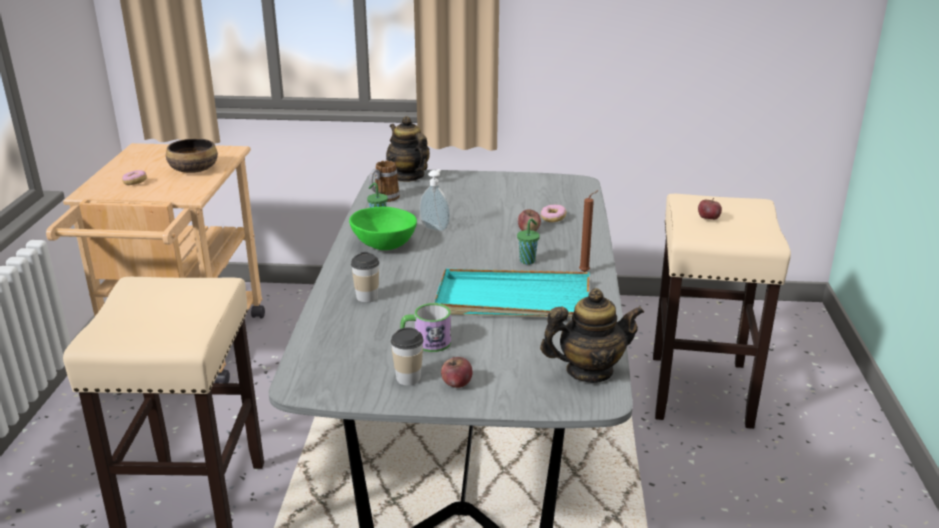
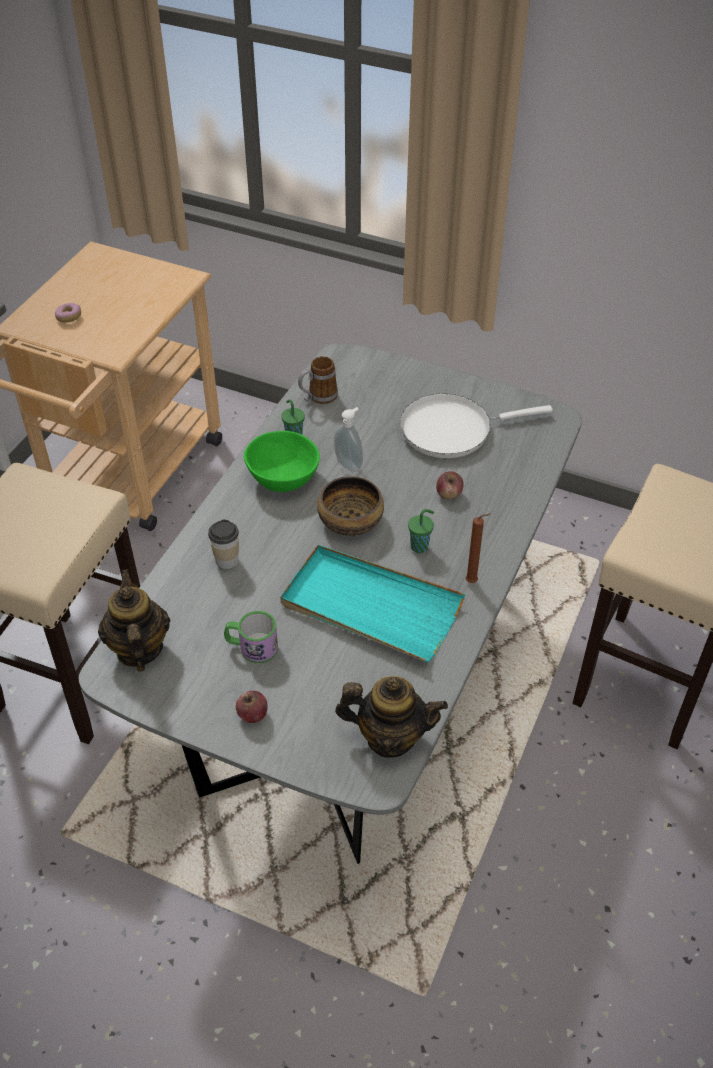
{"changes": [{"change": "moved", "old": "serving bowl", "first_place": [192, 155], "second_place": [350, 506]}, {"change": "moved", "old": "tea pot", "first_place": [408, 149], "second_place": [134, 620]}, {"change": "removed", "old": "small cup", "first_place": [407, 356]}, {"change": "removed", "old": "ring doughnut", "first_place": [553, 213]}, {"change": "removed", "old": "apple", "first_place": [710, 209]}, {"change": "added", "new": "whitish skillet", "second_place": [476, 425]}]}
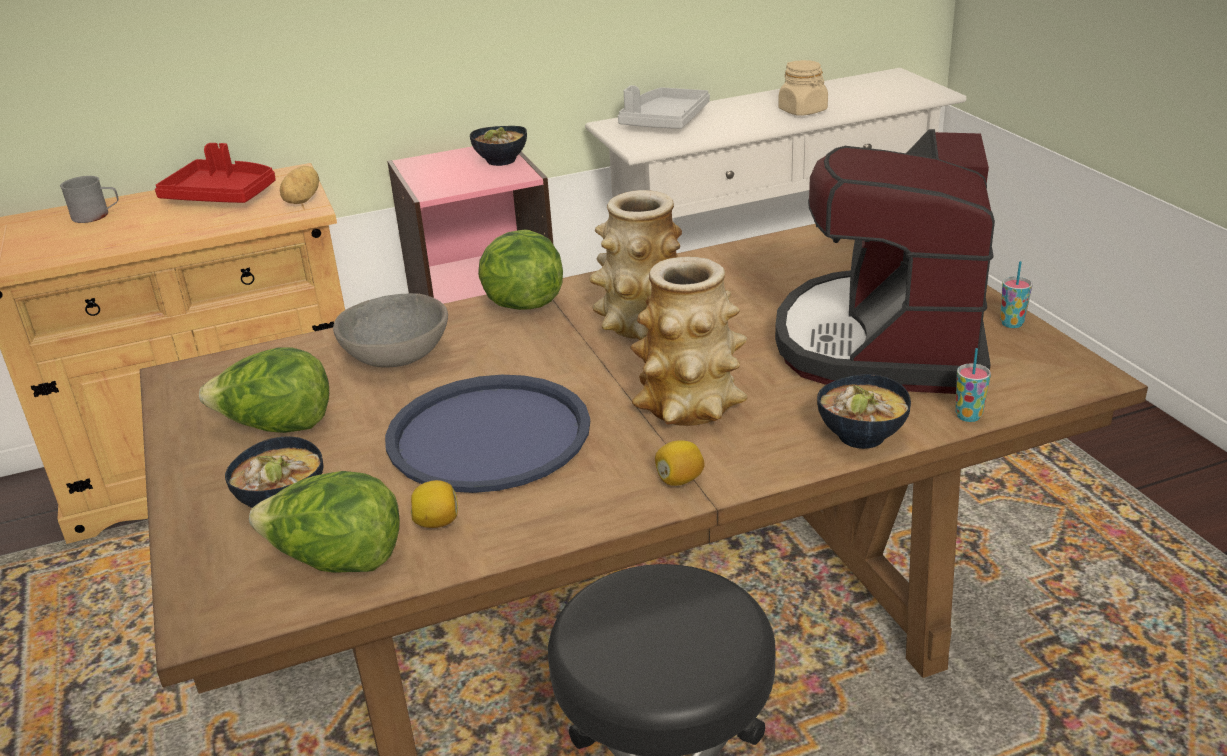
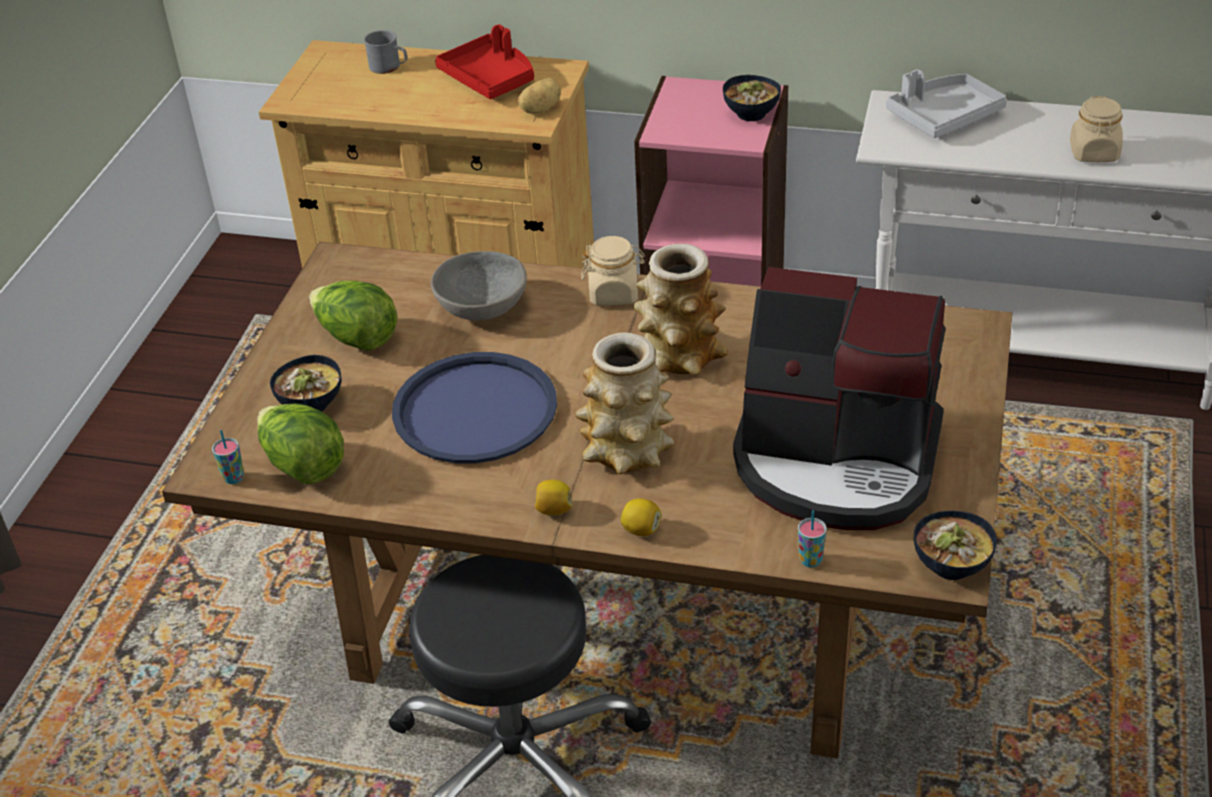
{"changes": [{"change": "moved", "old": "lemon", "first_place": [434, 504], "second_place": [641, 517]}, {"change": "replaced", "old": "lettuce", "new": "beige storage jar", "first_place": [520, 269], "second_place": [613, 270]}, {"change": "turned", "old": "coffee maker", "first_place": [885, 261], "second_place": [839, 398], "degrees": -120}, {"change": "moved", "old": "serving bowl", "first_place": [864, 411], "second_place": [955, 545]}, {"change": "moved", "old": "small cup", "first_place": [1016, 294], "second_place": [228, 457]}]}
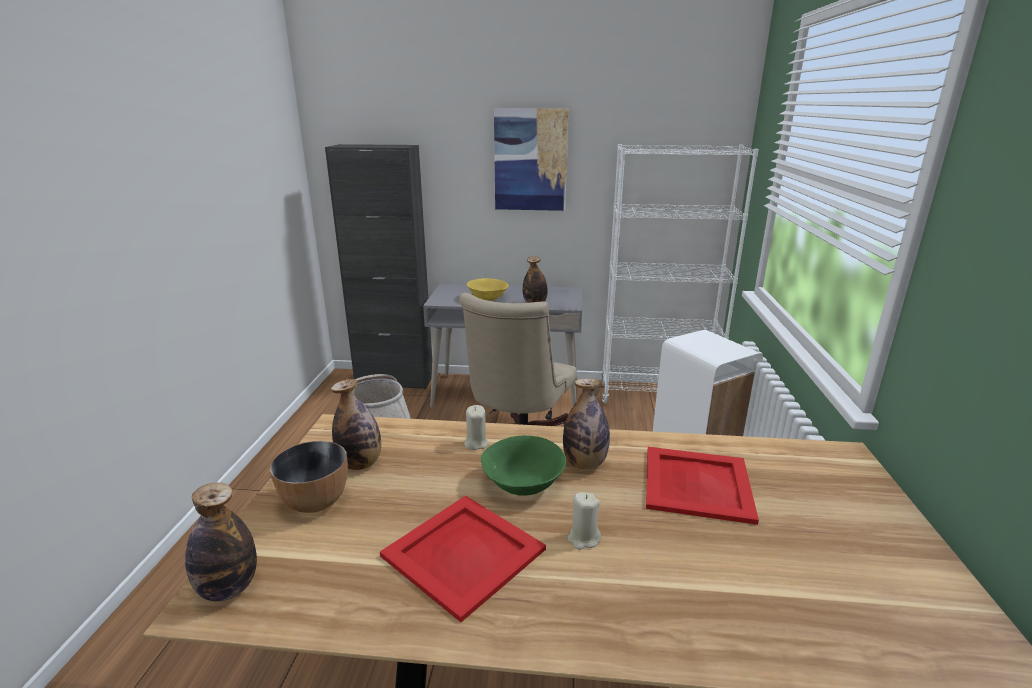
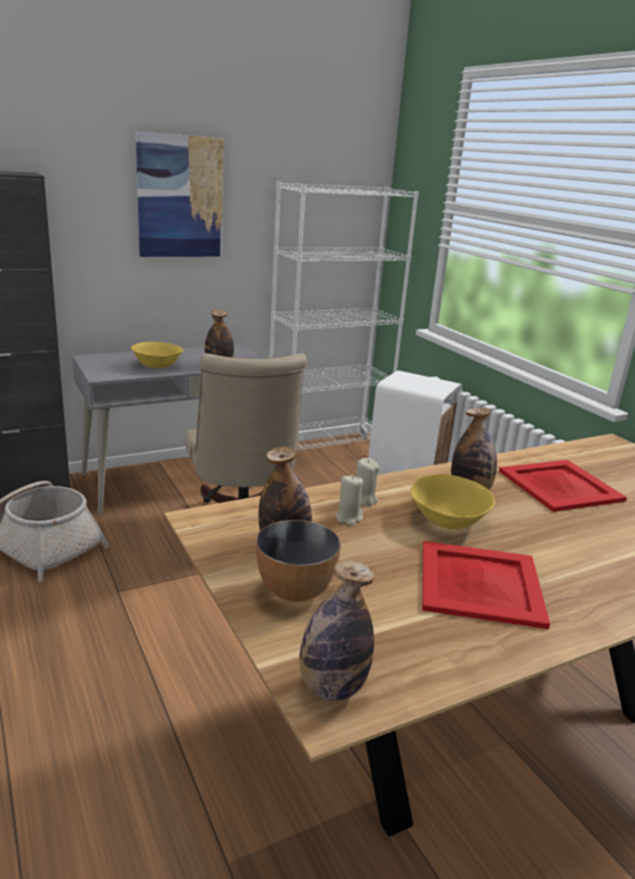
{"changes": [{"change": "recoloured", "old": "green-coloured serving bowl", "new": "yellowish serving bowl", "first_place": [523, 465], "second_place": [452, 501]}, {"change": "moved", "old": "beige wax light", "first_place": [584, 521], "second_place": [349, 500]}]}
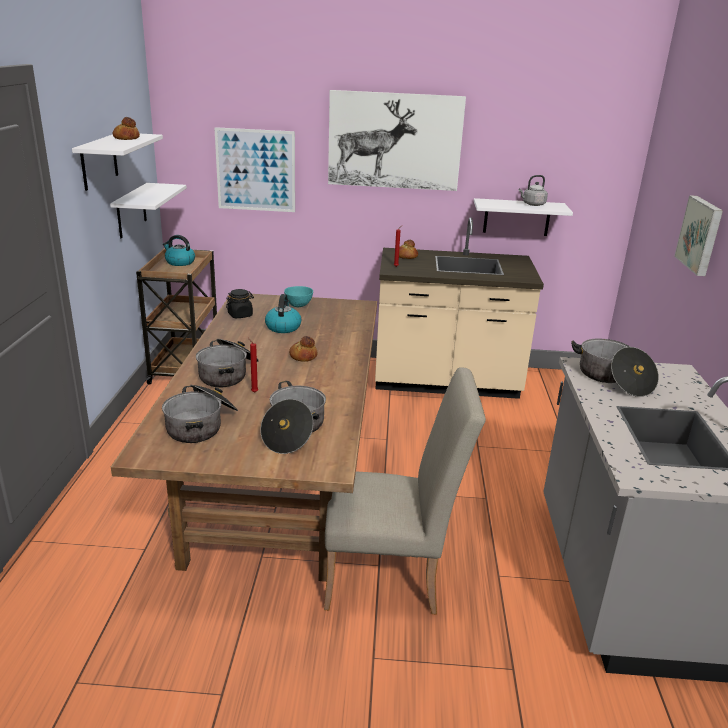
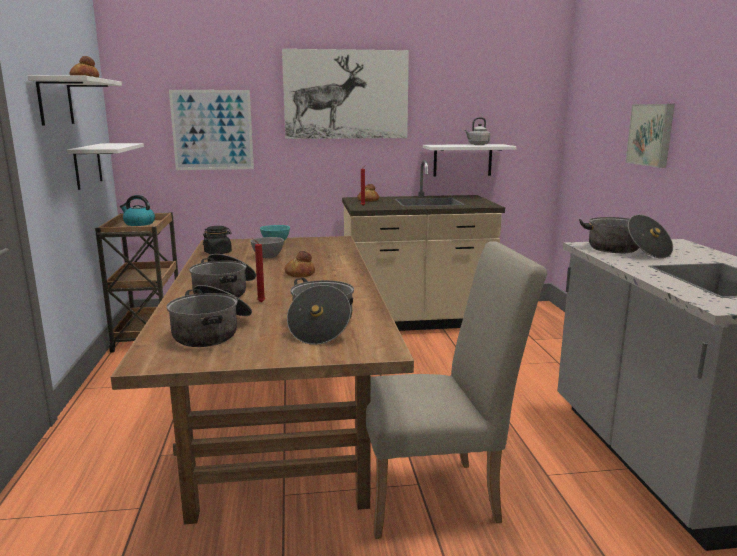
{"changes": [{"change": "replaced", "old": "kettle", "new": "gray serving bowl", "first_place": [283, 313], "second_place": [267, 247]}]}
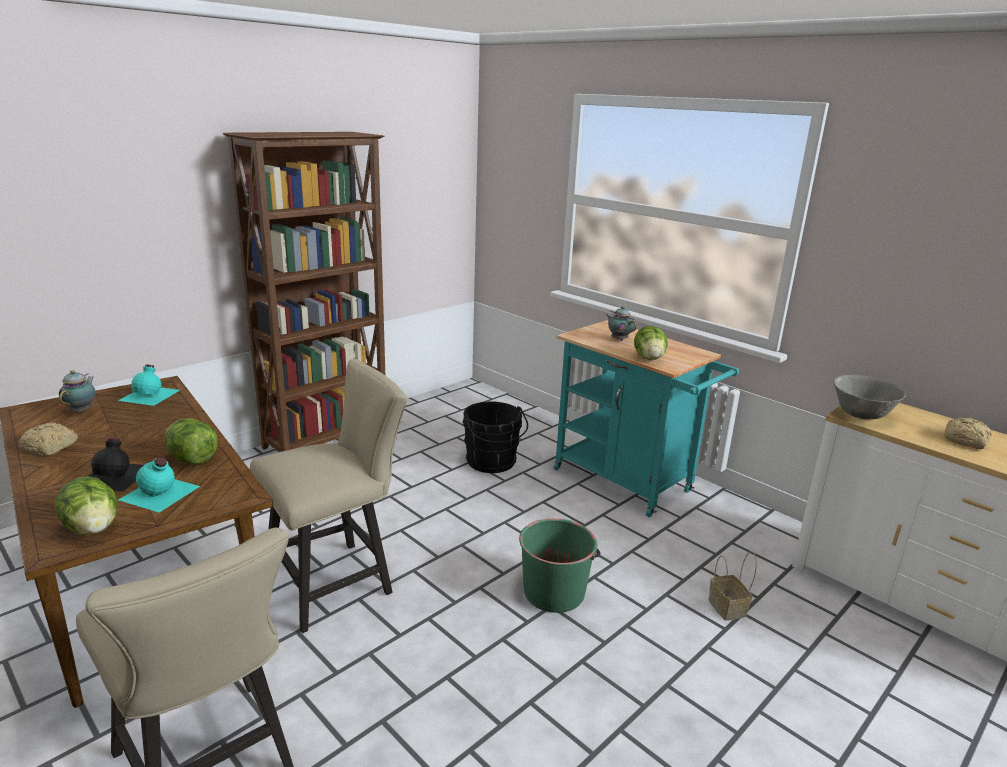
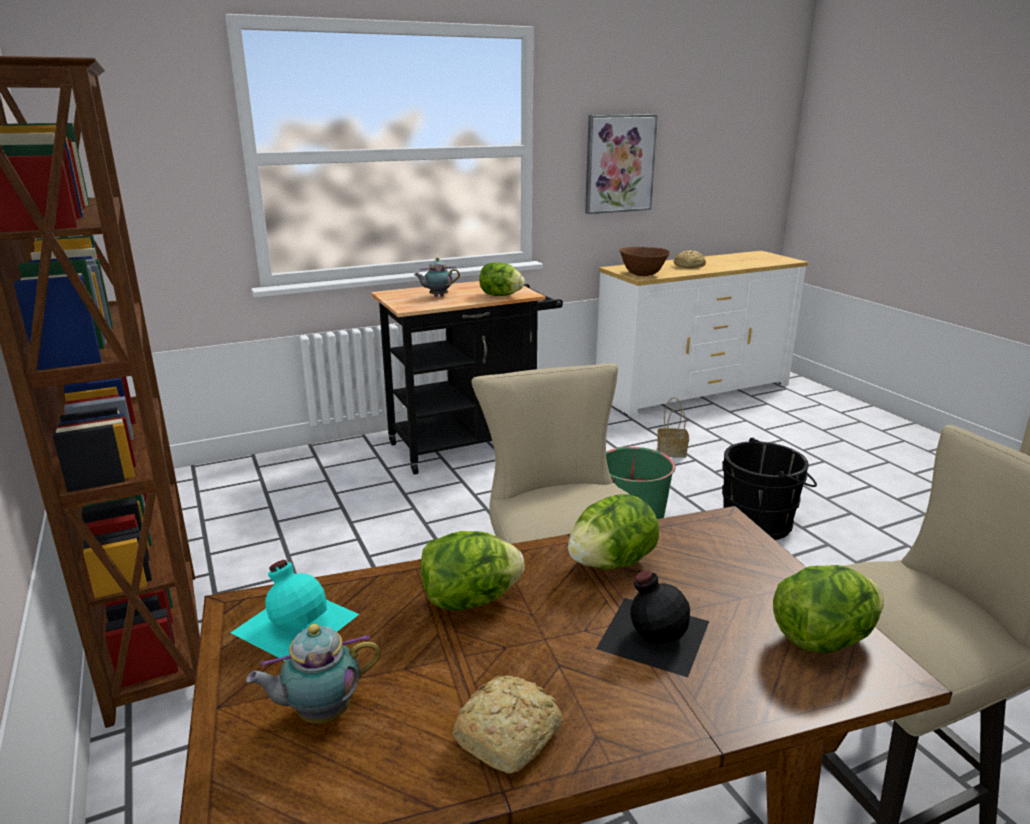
{"changes": [{"change": "turned", "old": "tea pot", "first_place": [77, 391], "second_place": [313, 673], "degrees": -45}, {"change": "removed", "old": "turquoise-coloured beverage bottle", "first_place": [159, 484]}, {"change": "moved", "old": "blackish pail", "first_place": [495, 437], "second_place": [769, 489]}, {"change": "recoloured", "old": "turquoise-coloured cart", "new": "blackish cart", "first_place": [646, 418], "second_place": [467, 378]}, {"change": "recoloured", "old": "gray serving bowl", "new": "brown serving bowl", "first_place": [869, 397], "second_place": [645, 261]}, {"change": "added", "new": "lettuce", "second_place": [472, 570]}, {"change": "added", "new": "picture", "second_place": [621, 164]}]}
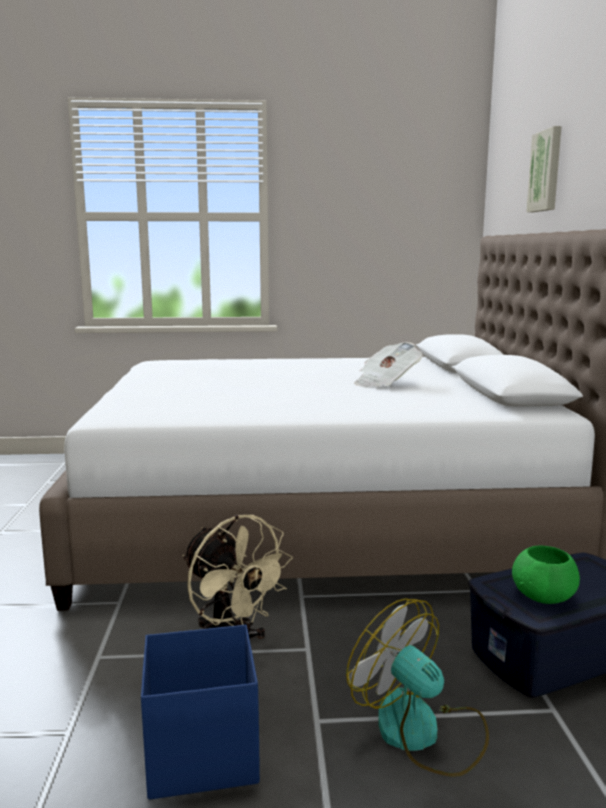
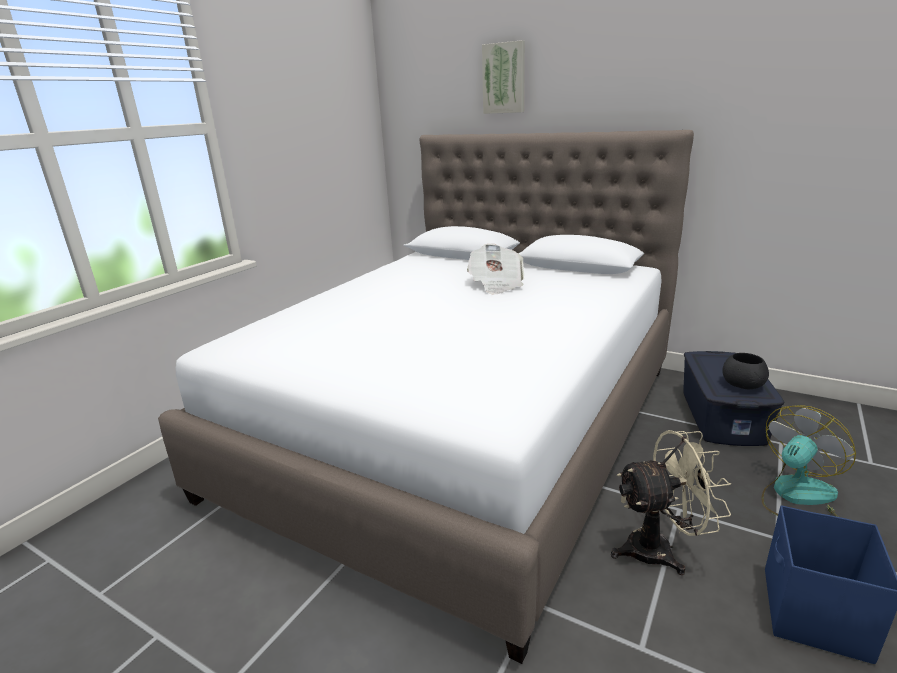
{"changes": [{"change": "turned", "old": "fan", "first_place": [417, 688], "second_place": [808, 461], "degrees": 150}, {"change": "recoloured", "old": "green-coloured serving bowl", "new": "blackish serving bowl", "first_place": [546, 574], "second_place": [745, 371]}]}
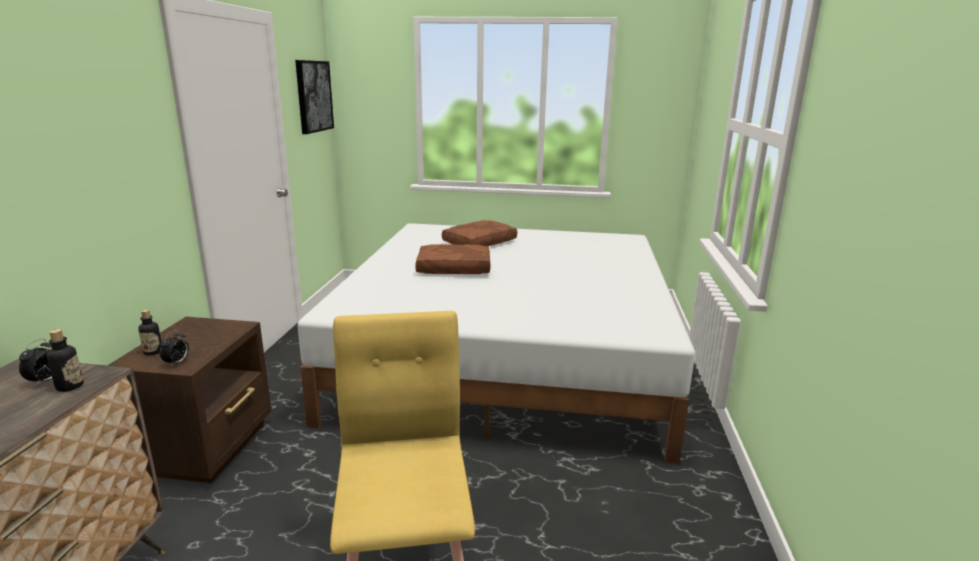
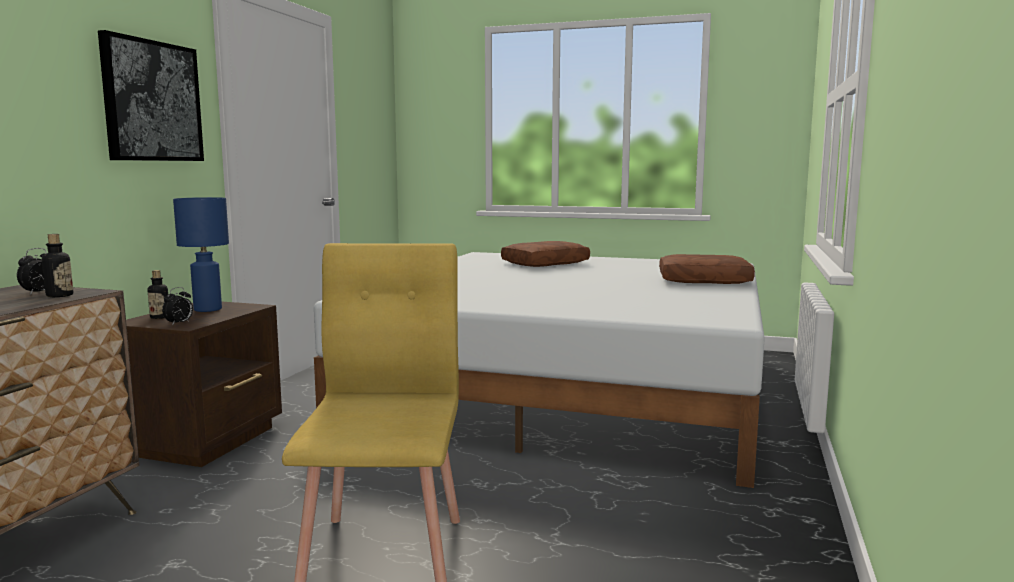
{"changes": [{"change": "moved", "old": "picture", "first_place": [314, 97], "second_place": [151, 95]}, {"change": "moved", "old": "brown cushion", "first_place": [452, 259], "second_place": [707, 269]}, {"change": "added", "new": "blue-coloured tabletop lamp", "second_place": [201, 254]}]}
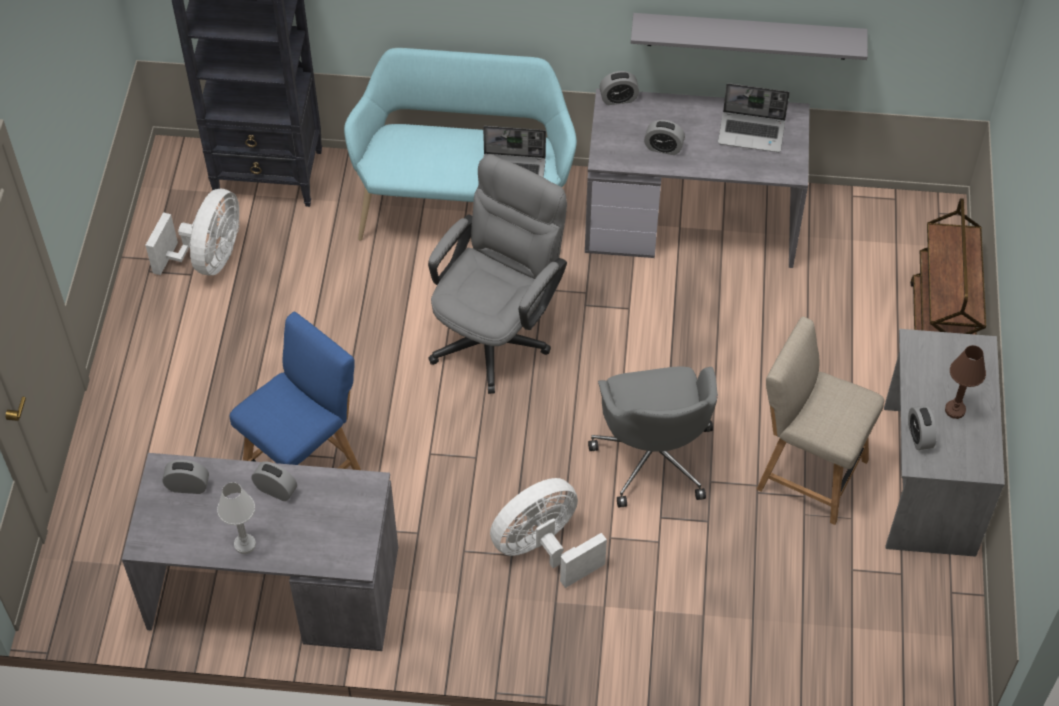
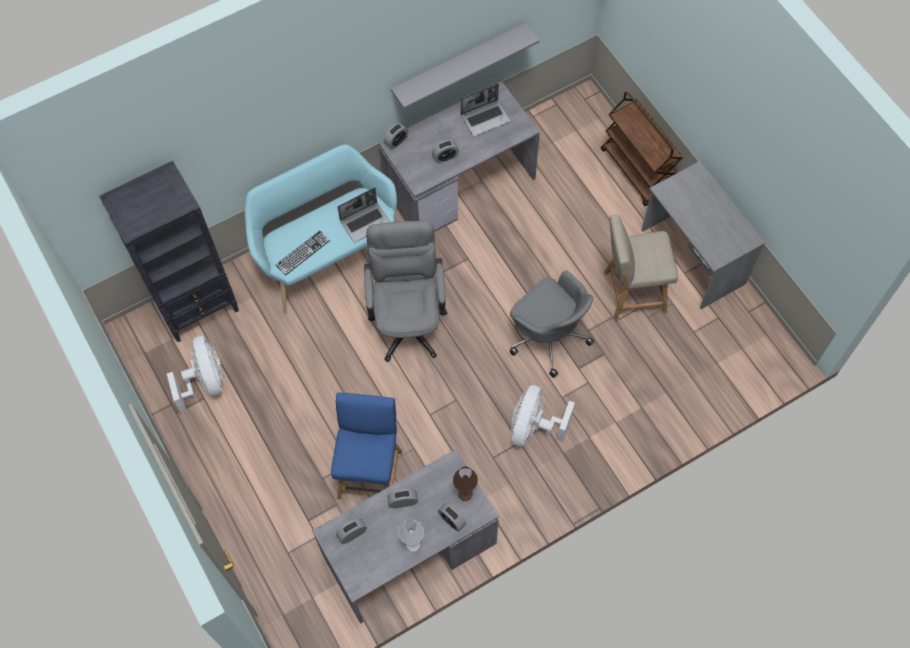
{"changes": [{"change": "moved", "old": "bedside clock", "first_place": [922, 427], "second_place": [452, 517]}, {"change": "moved", "old": "brown tabletop lamp", "first_place": [965, 382], "second_place": [465, 484]}, {"change": "added", "new": "PC keyboard", "second_place": [303, 253]}]}
